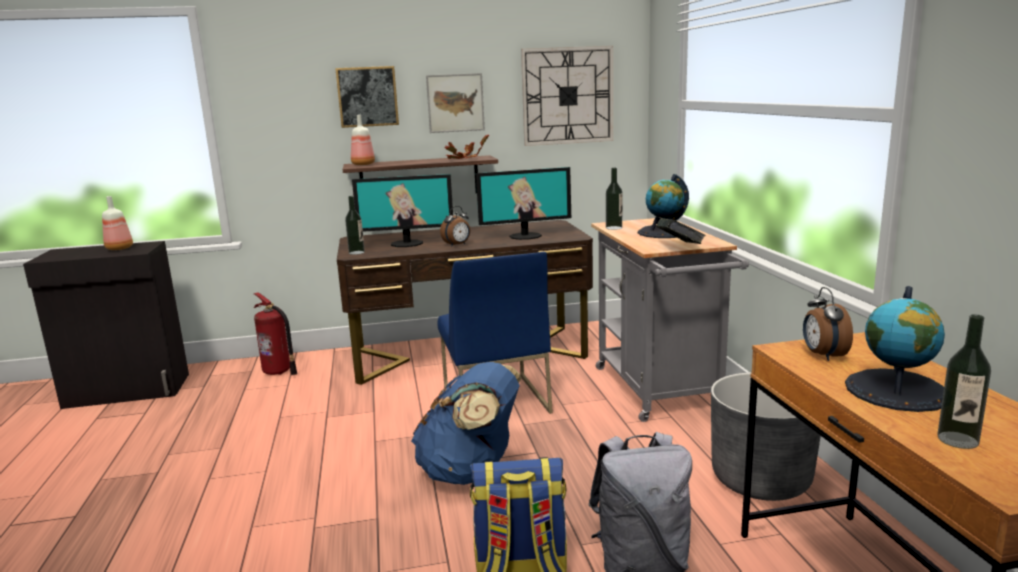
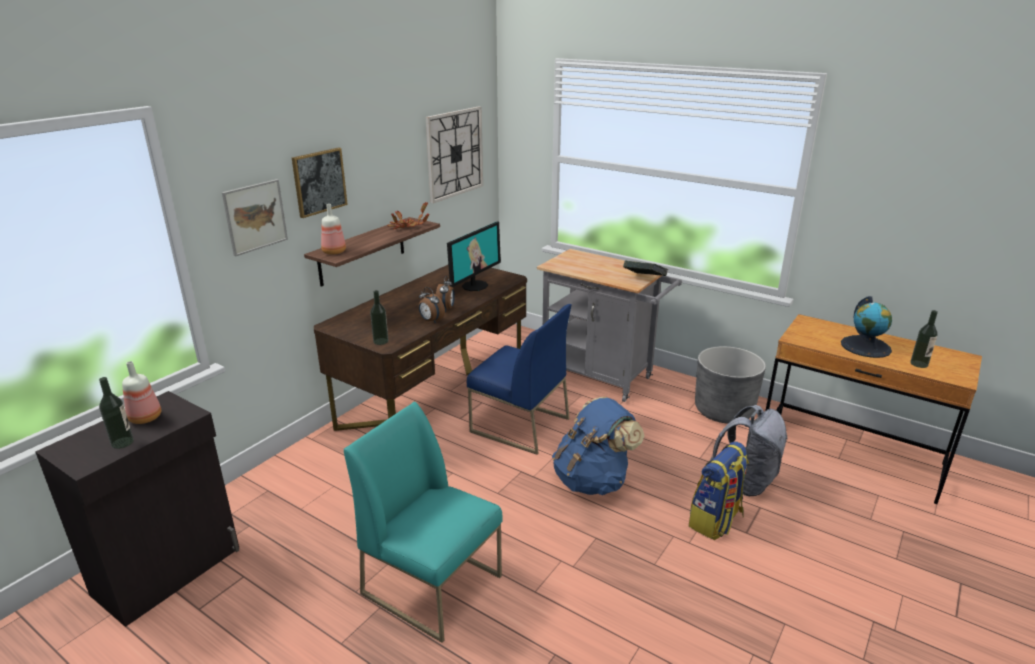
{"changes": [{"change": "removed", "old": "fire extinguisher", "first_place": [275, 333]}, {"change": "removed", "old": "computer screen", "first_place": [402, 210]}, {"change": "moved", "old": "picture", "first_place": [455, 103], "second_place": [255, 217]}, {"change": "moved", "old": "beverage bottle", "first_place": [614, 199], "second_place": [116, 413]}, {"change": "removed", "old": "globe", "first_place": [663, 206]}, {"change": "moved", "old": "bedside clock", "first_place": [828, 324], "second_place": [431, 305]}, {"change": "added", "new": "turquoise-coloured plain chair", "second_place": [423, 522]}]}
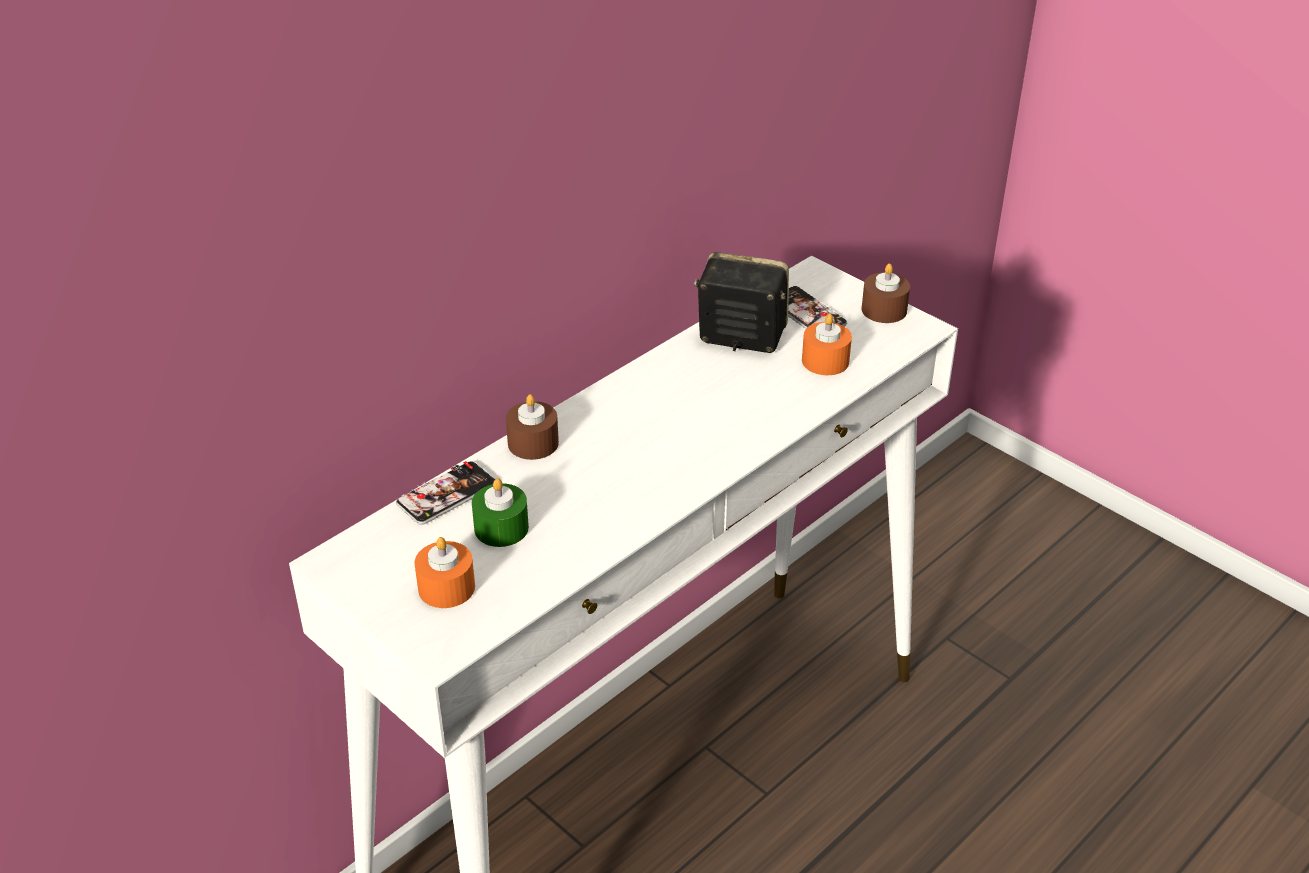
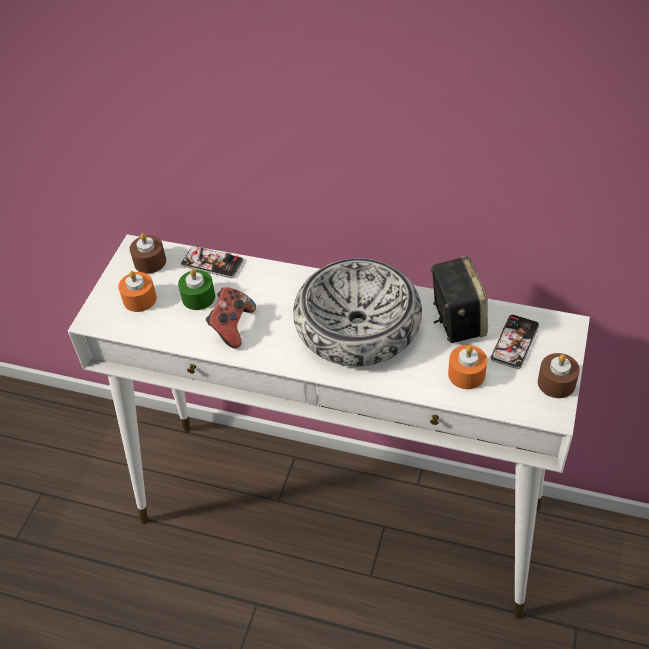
{"changes": [{"change": "moved", "old": "brown wax light", "first_place": [532, 427], "second_place": [148, 253]}, {"change": "added", "new": "joypad", "second_place": [231, 318]}, {"change": "added", "new": "serving bowl", "second_place": [357, 312]}]}
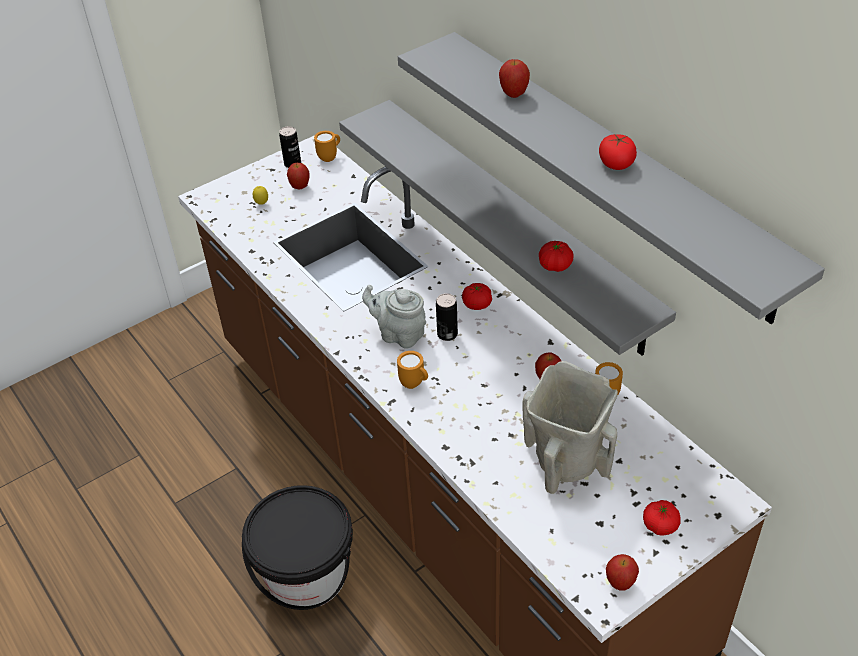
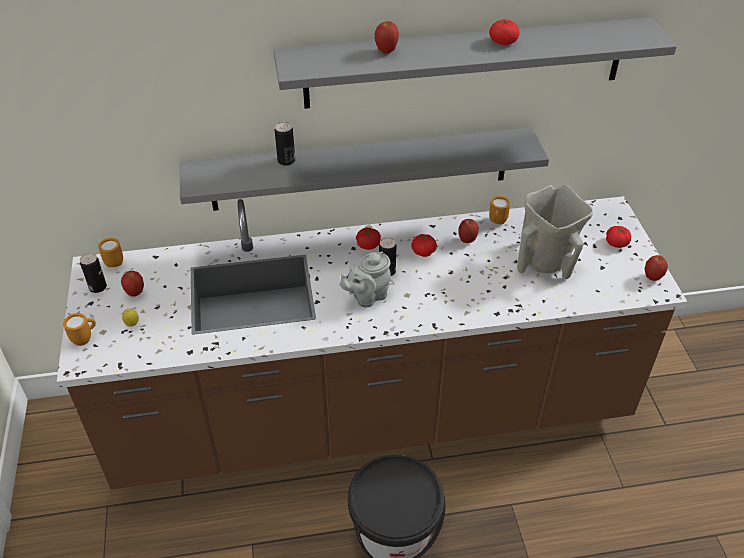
{"changes": [{"change": "moved", "old": "orange-coloured coffee mug", "first_place": [412, 370], "second_place": [79, 329]}, {"change": "moved", "old": "tomato", "first_place": [556, 256], "second_place": [424, 245]}, {"change": "added", "new": "can", "second_place": [285, 144]}]}
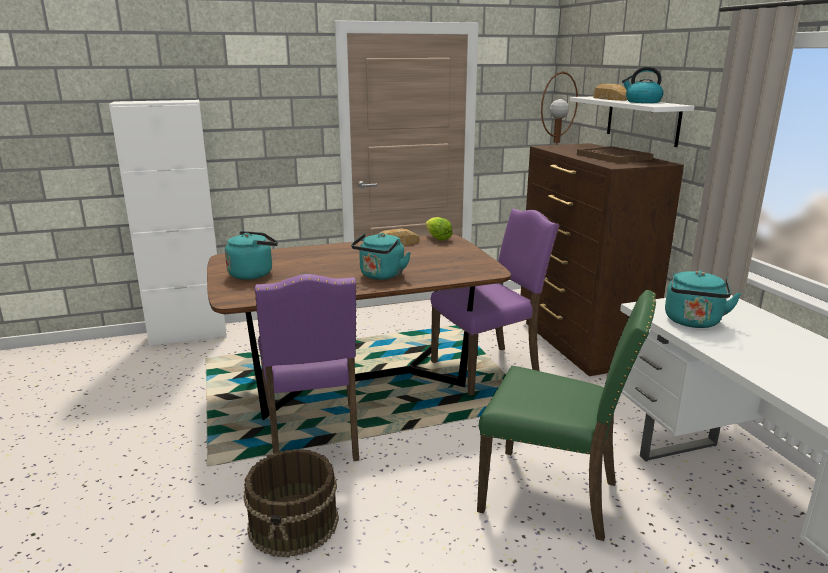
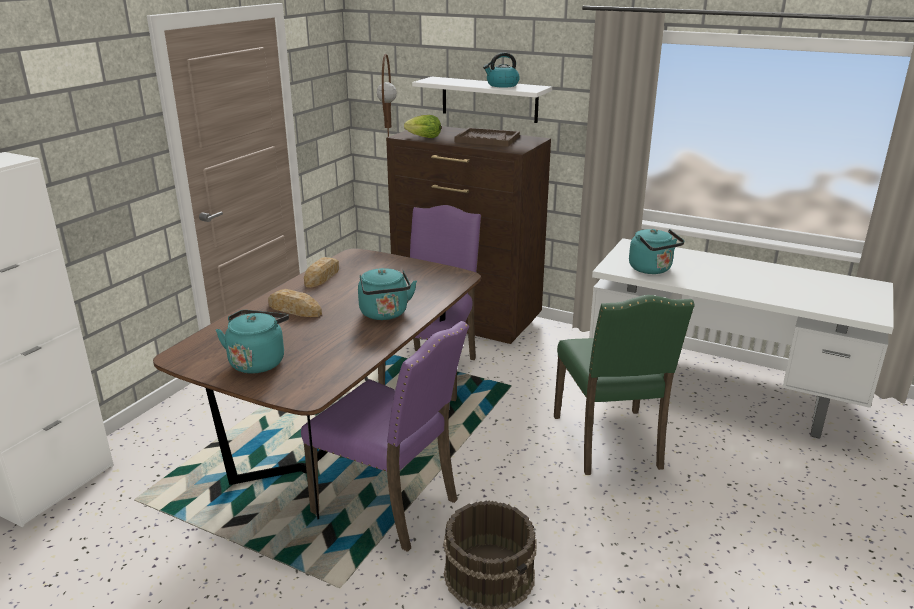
{"changes": [{"change": "moved", "old": "lettuce", "first_place": [438, 229], "second_place": [422, 126]}, {"change": "turned", "old": "green-coloured plain chair", "first_place": [566, 415], "second_place": [624, 385], "degrees": 105}, {"change": "moved", "old": "bakery bread", "first_place": [610, 92], "second_place": [295, 303]}]}
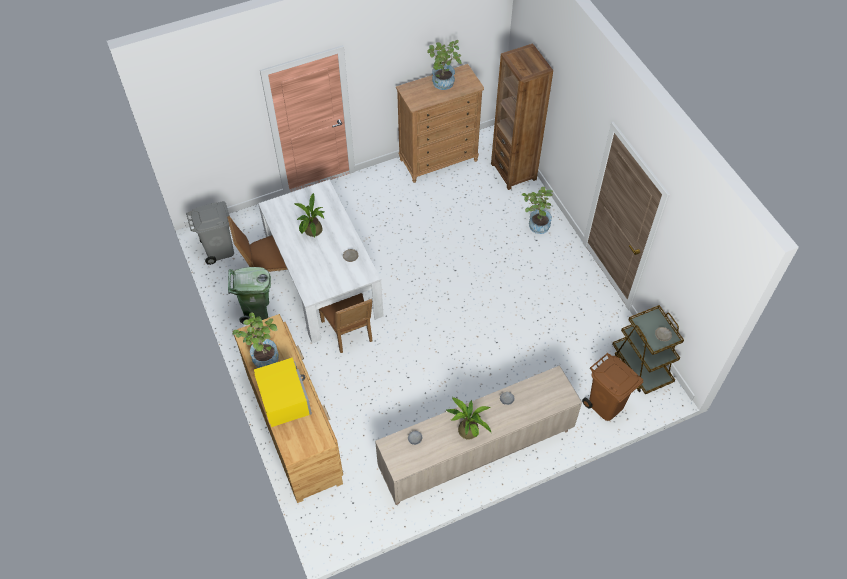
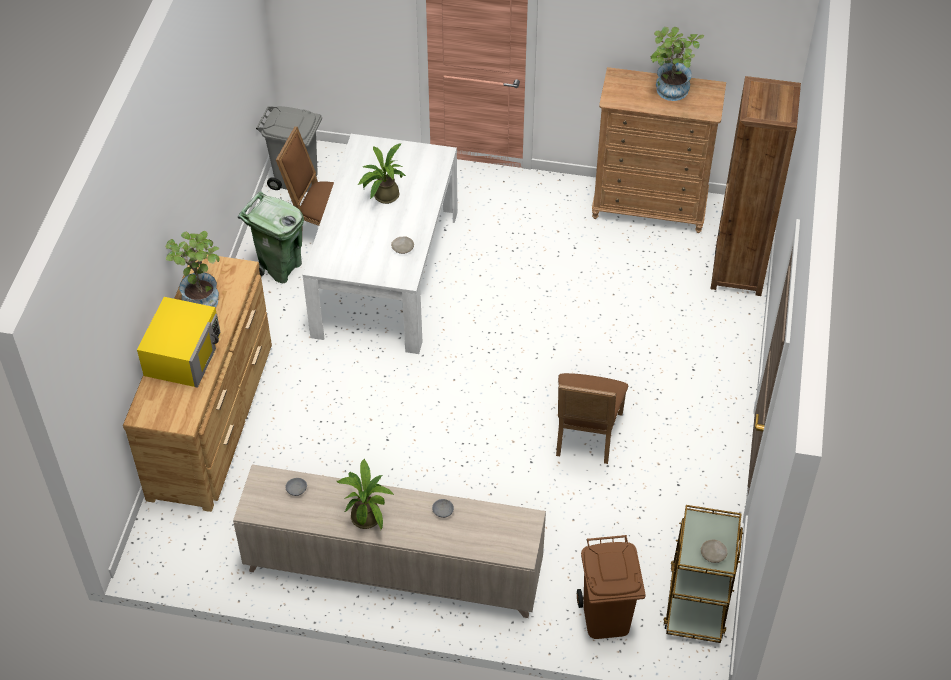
{"changes": [{"change": "moved", "old": "brown plain chair", "first_place": [346, 323], "second_place": [592, 418]}, {"change": "removed", "old": "houseplant", "first_place": [537, 210]}]}
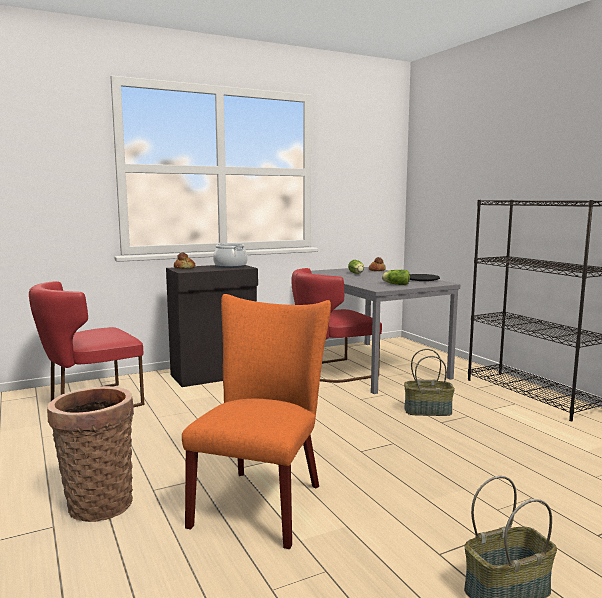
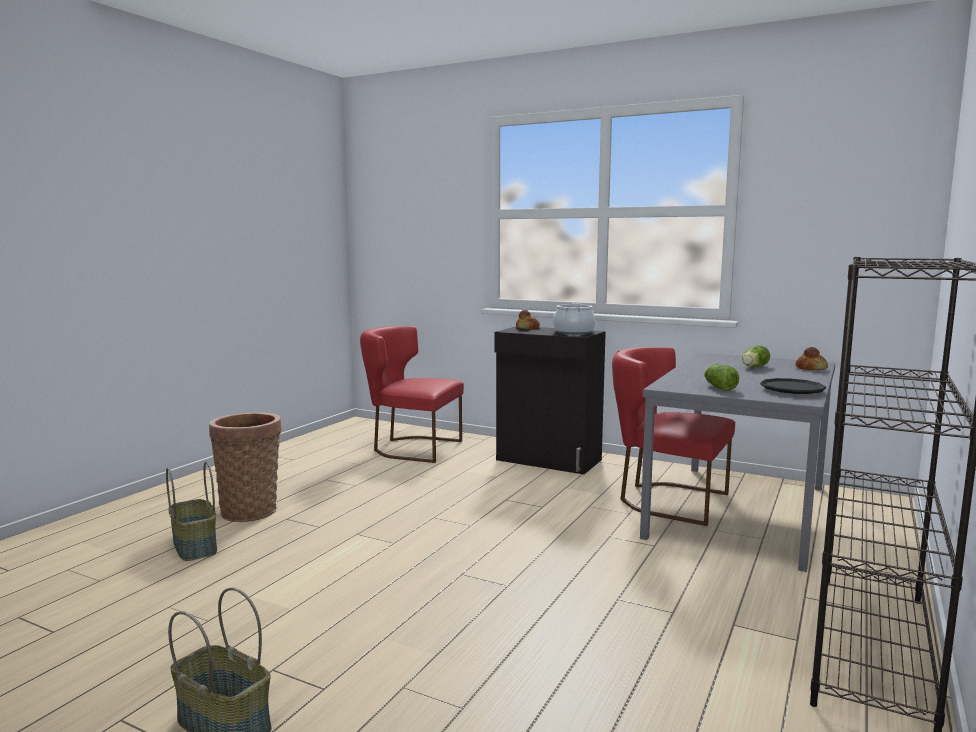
{"changes": [{"change": "removed", "old": "orange-coloured plain chair", "first_place": [256, 421]}, {"change": "moved", "old": "basket", "first_place": [429, 382], "second_place": [191, 511]}]}
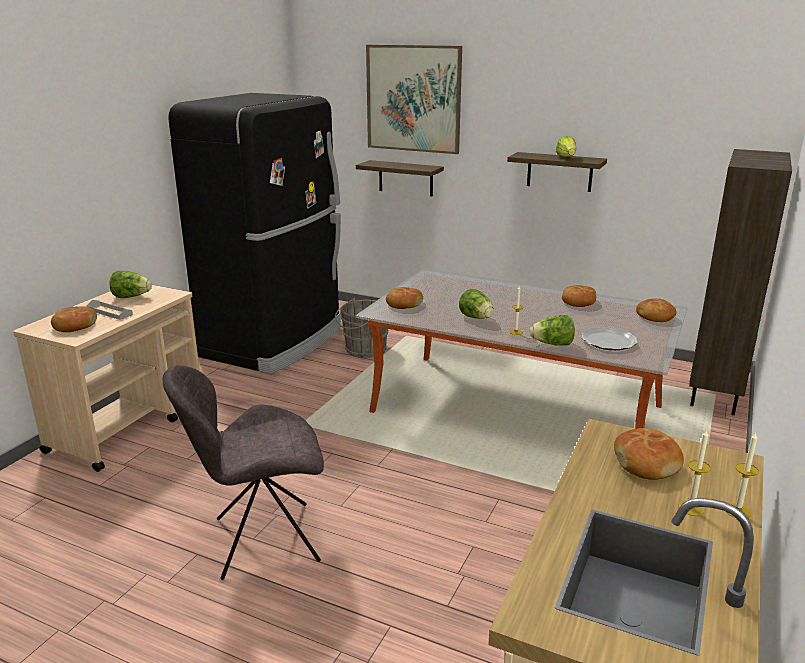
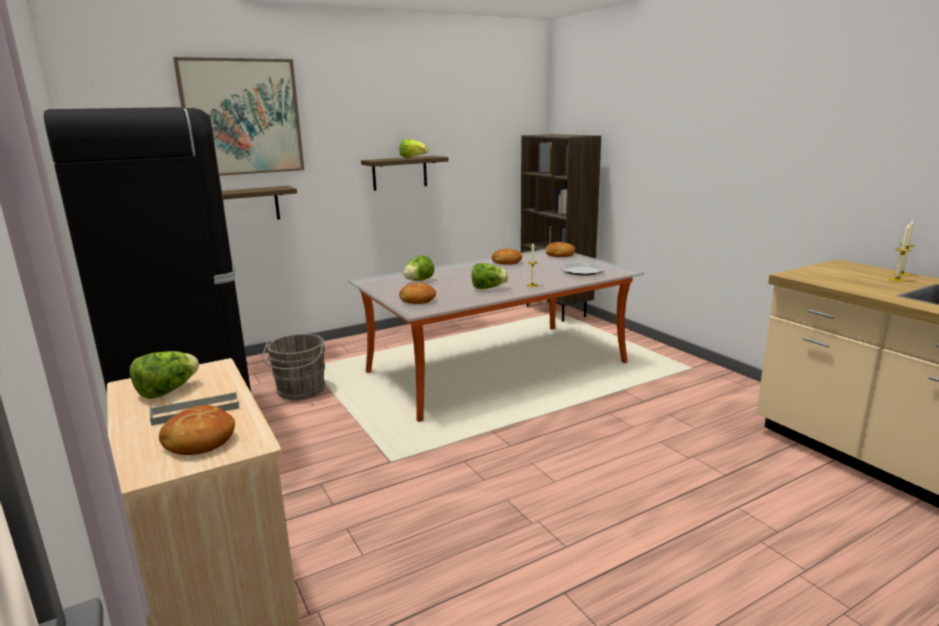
{"changes": [{"change": "removed", "old": "gray plain chair", "first_place": [243, 472]}, {"change": "moved", "old": "lettuce", "first_place": [552, 330], "second_place": [419, 268]}, {"change": "removed", "old": "bakery bread", "first_place": [649, 454]}]}
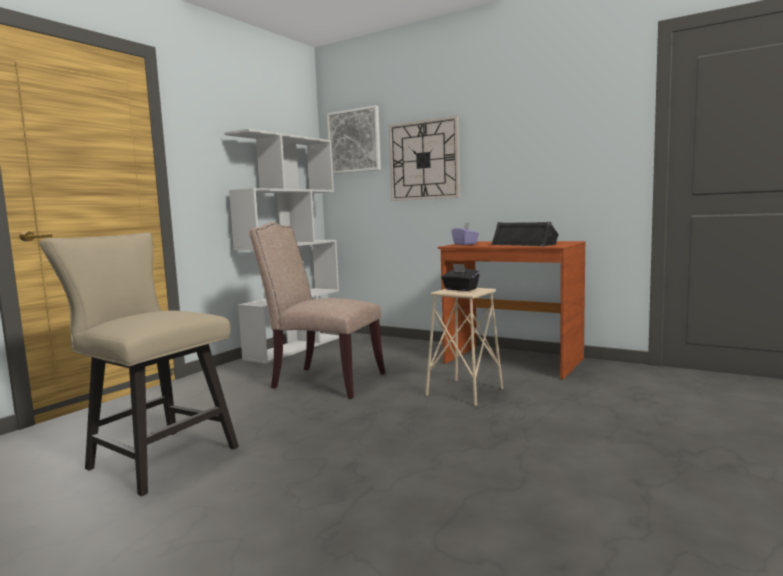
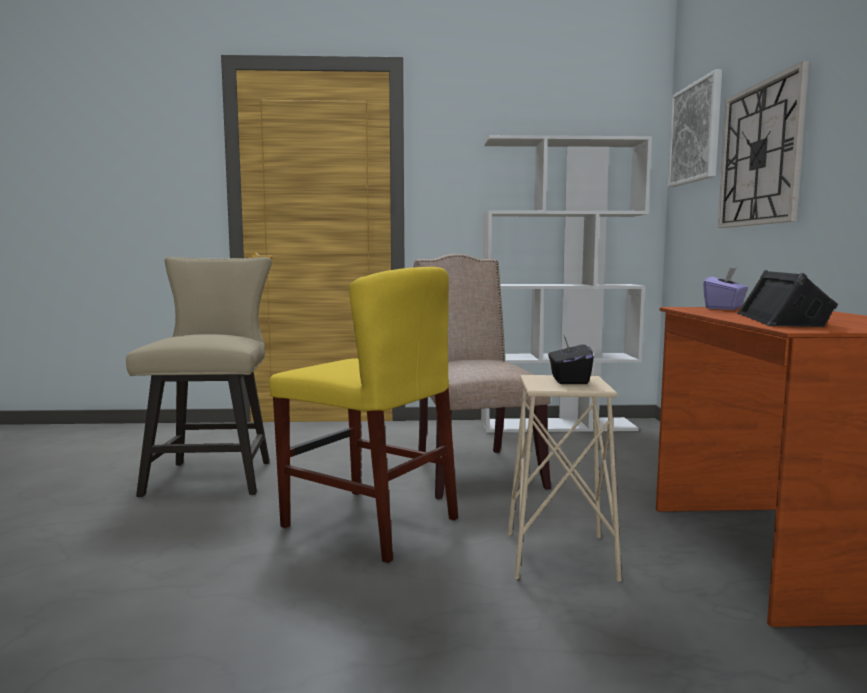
{"changes": [{"change": "added", "new": "yellowish plain chair", "second_place": [363, 415]}]}
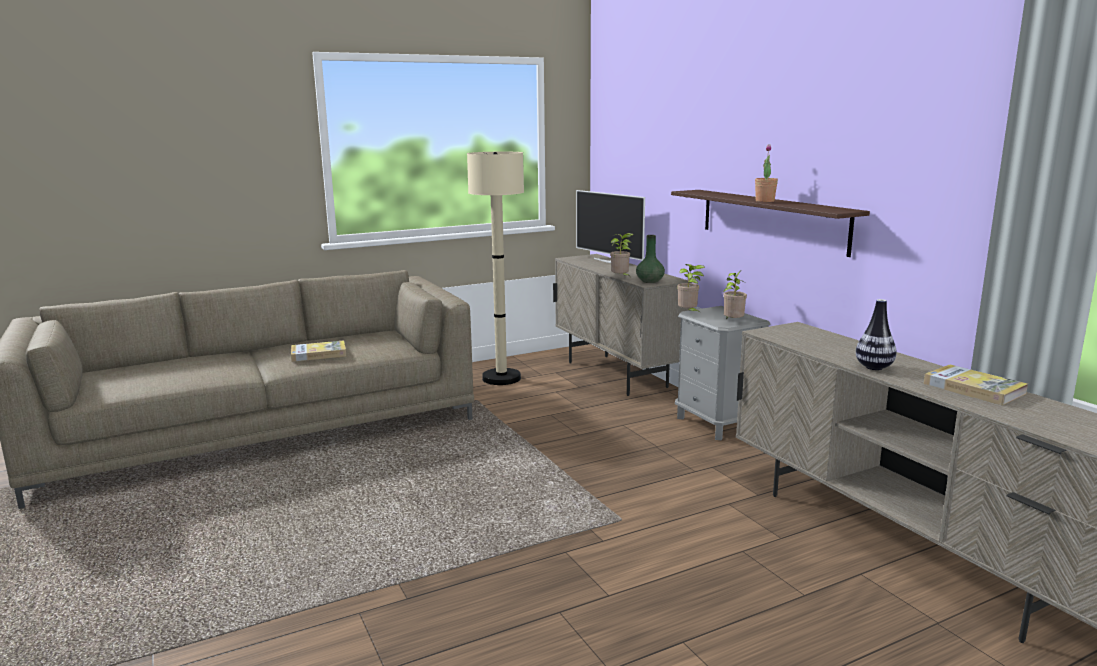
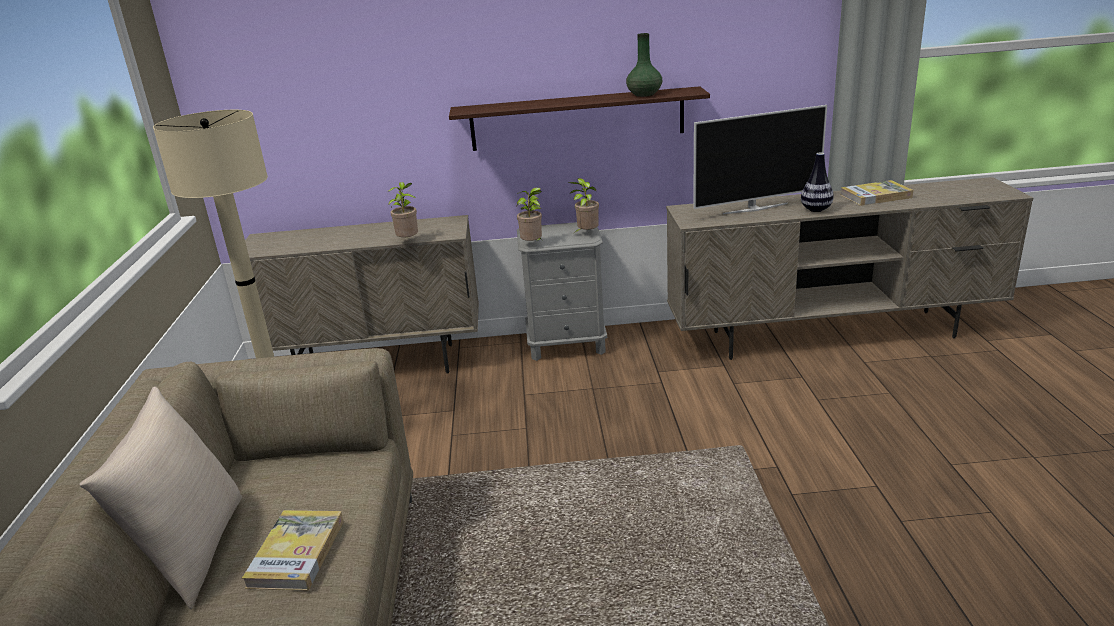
{"changes": [{"change": "moved", "old": "TV set", "first_place": [610, 226], "second_place": [760, 159]}, {"change": "moved", "old": "green-coloured vase", "first_place": [650, 259], "second_place": [644, 65]}, {"change": "removed", "old": "houseplant", "first_place": [766, 173]}, {"change": "added", "new": "beige cushion", "second_place": [160, 498]}]}
